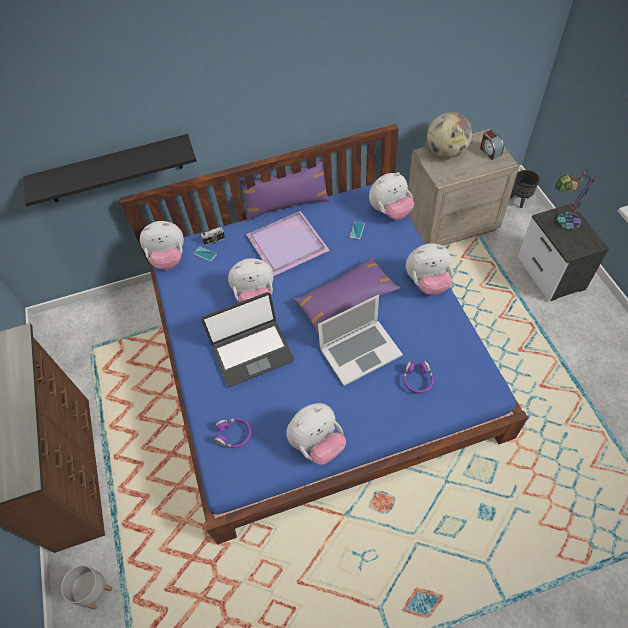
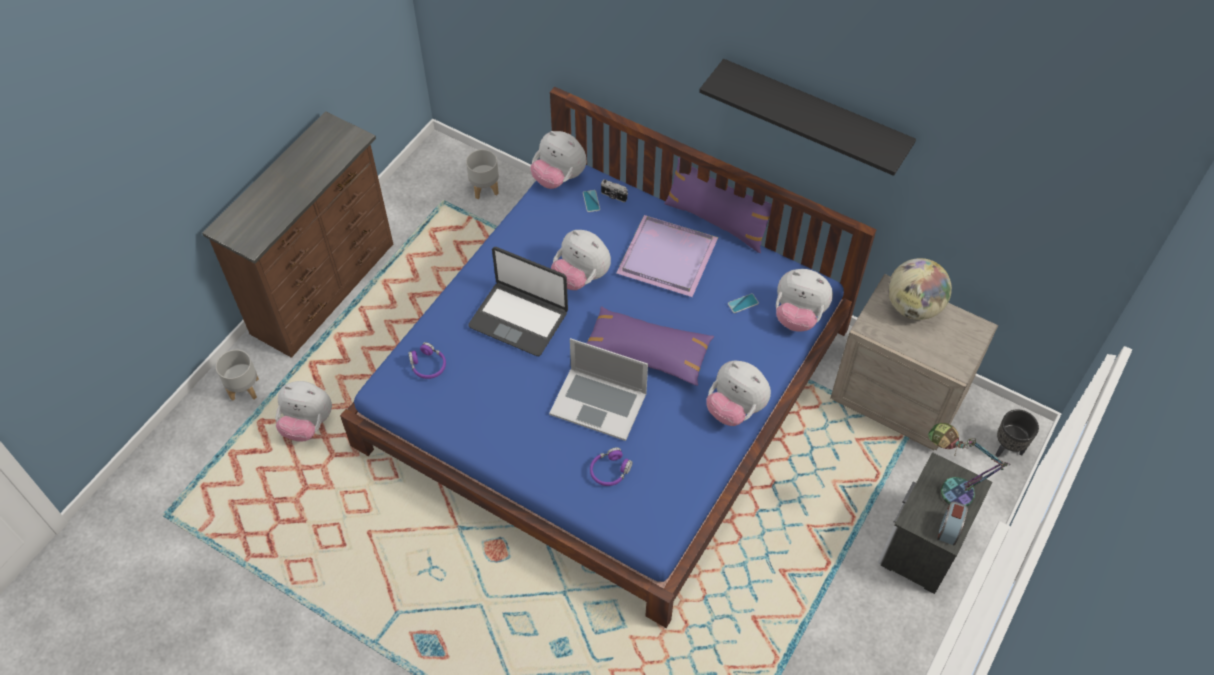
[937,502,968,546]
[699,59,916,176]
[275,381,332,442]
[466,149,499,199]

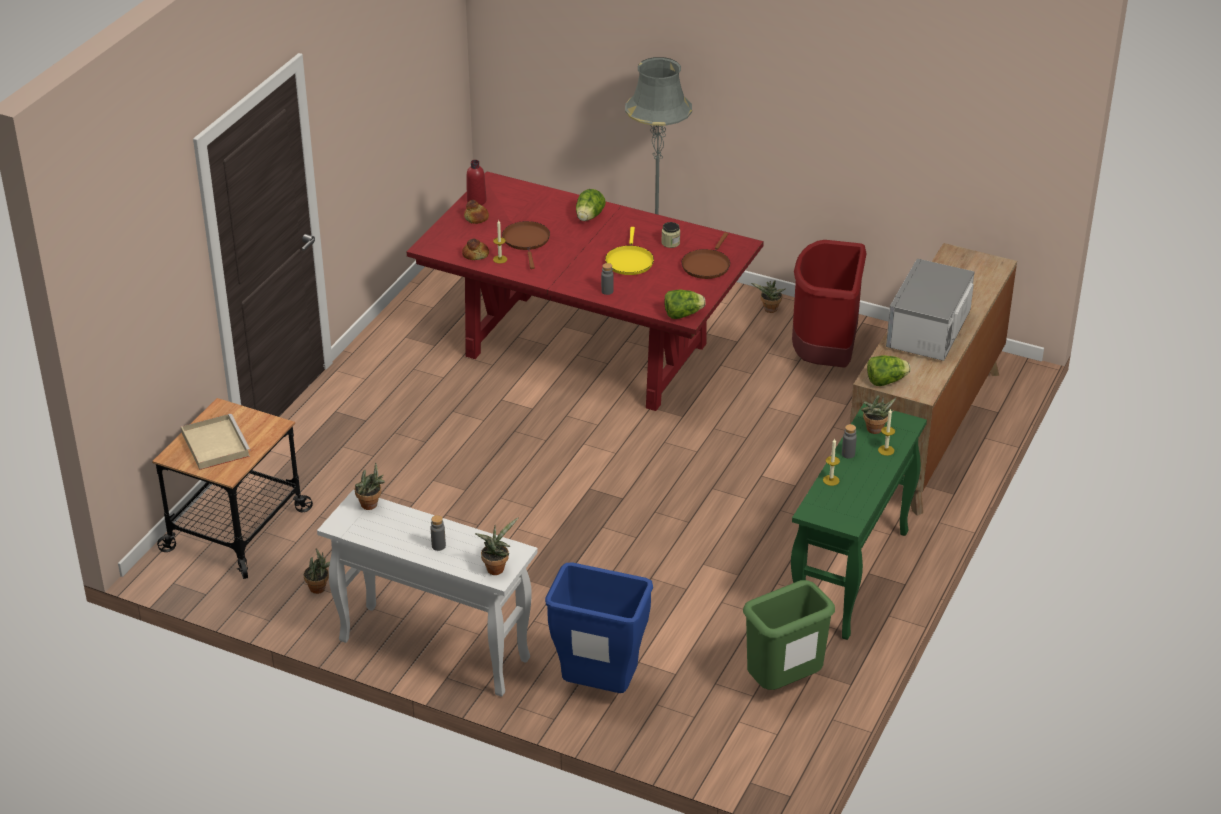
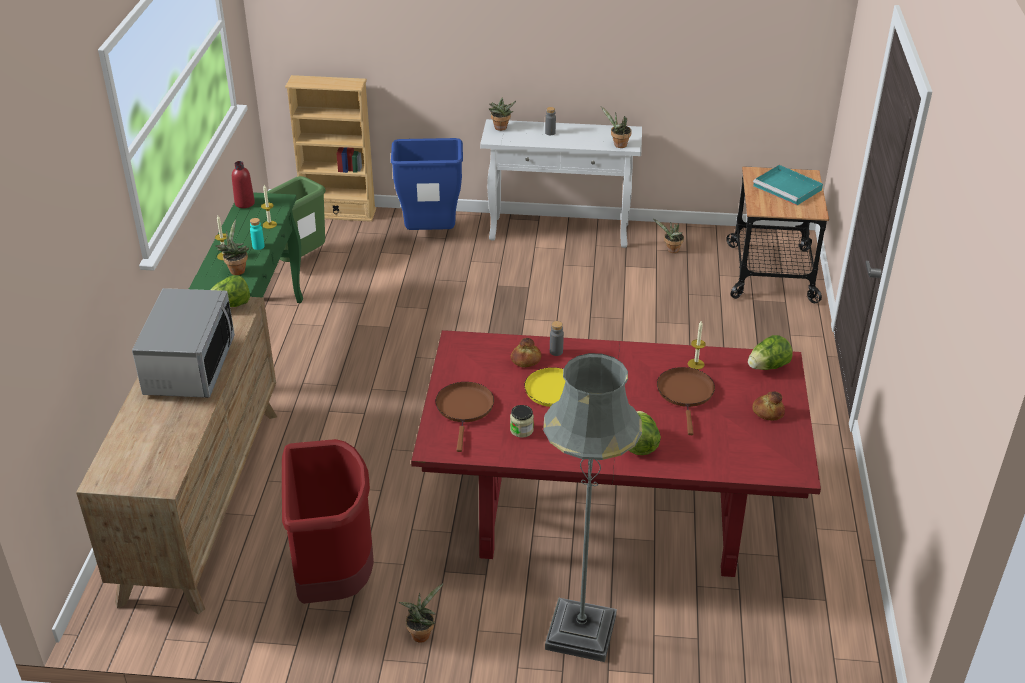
[232,161,255,208]
[657,367,715,435]
[510,338,541,368]
[748,335,793,370]
[753,165,823,206]
[250,218,265,250]
[285,75,376,222]

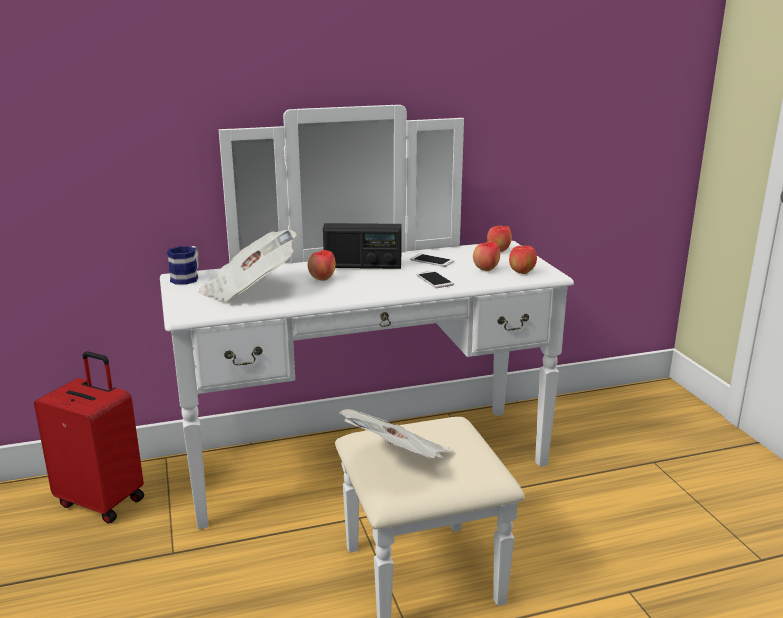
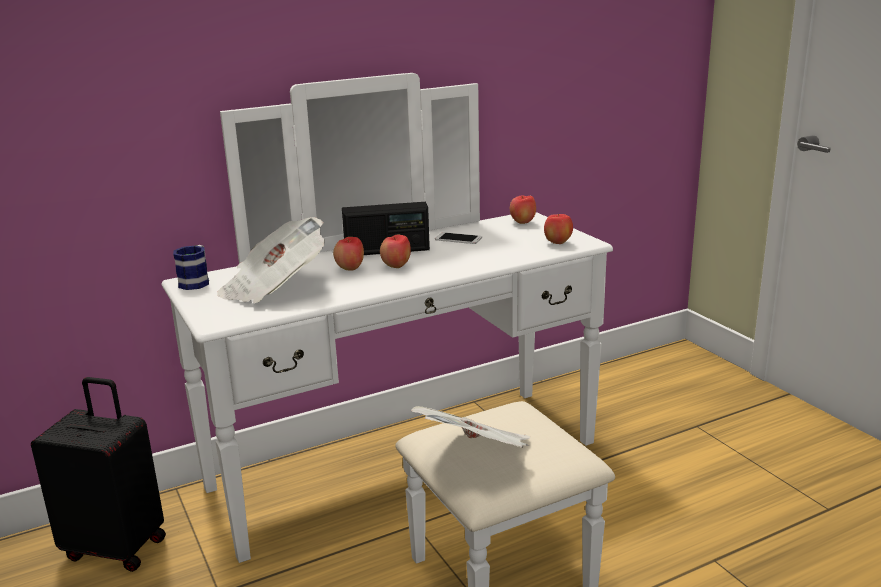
[380,234,411,268]
[416,271,454,288] (first image)
[31,377,166,572]

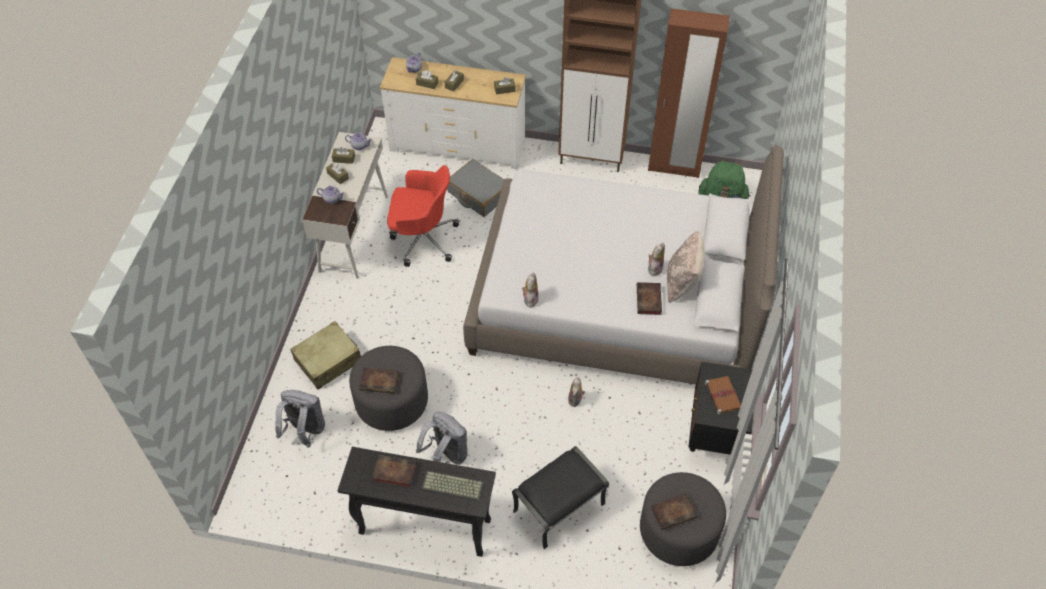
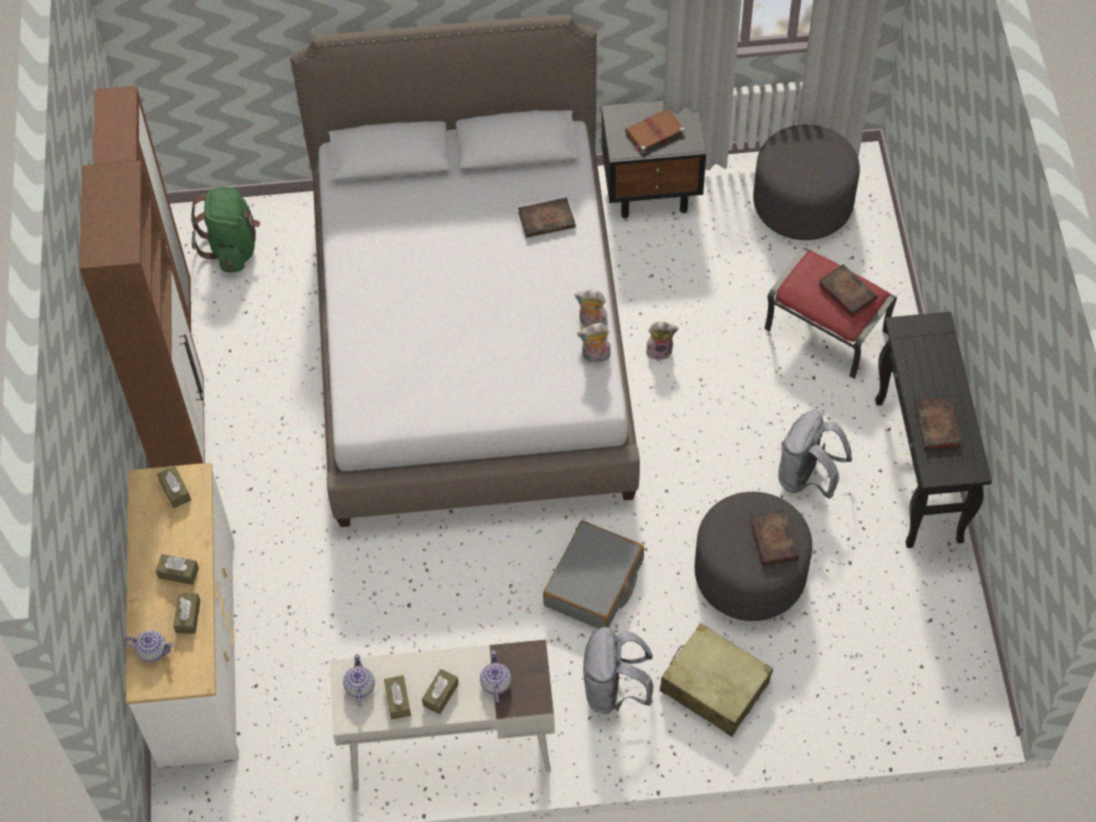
[543,521,644,629]
[387,165,459,267] (first image)
[667,230,704,303] (first image)
[575,290,608,327]
[583,627,653,714]
[764,248,897,379]
[422,471,484,501] (first image)
[818,264,878,317]

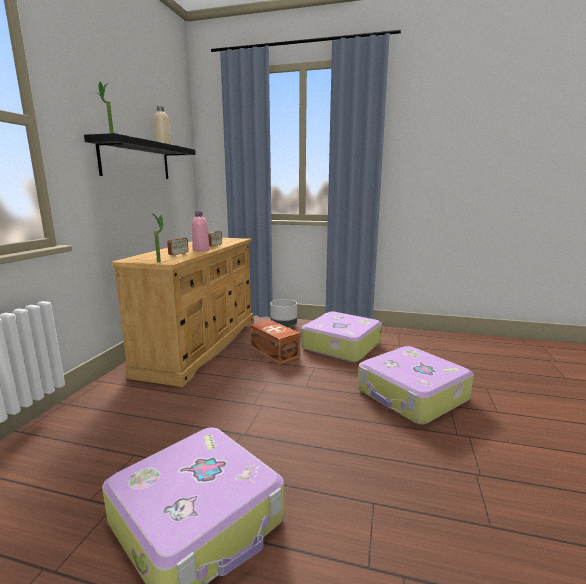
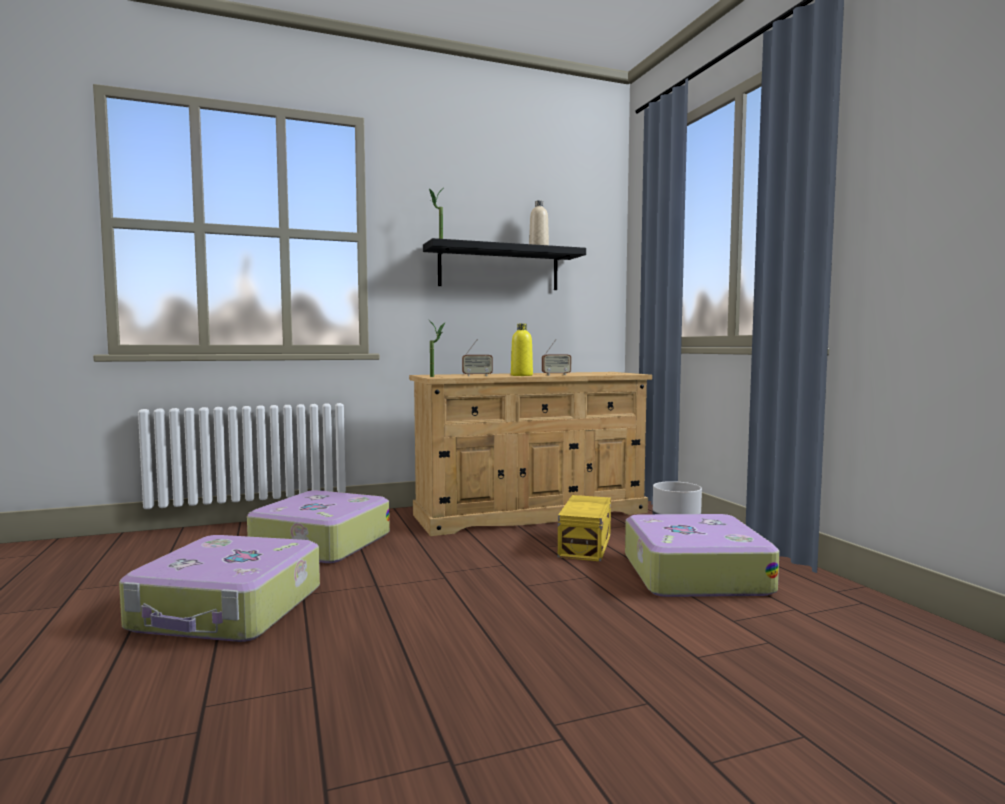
[511,324,533,376]
[558,495,611,562]
[247,490,390,563]

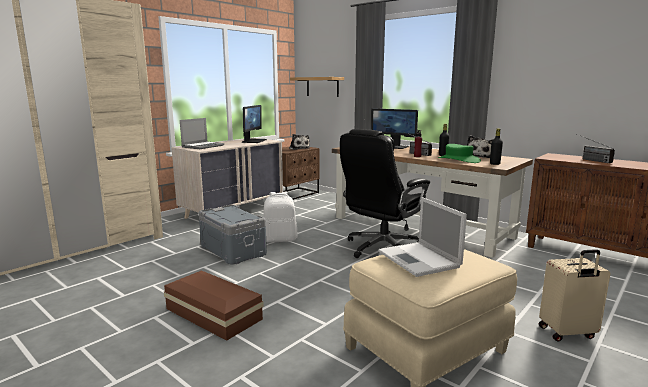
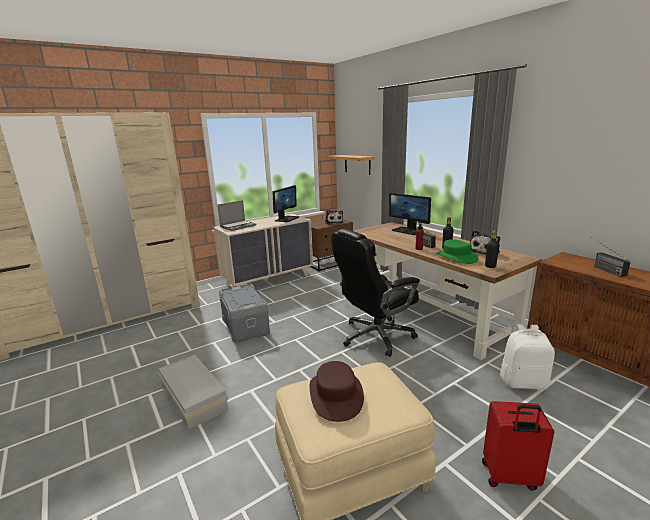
[500,324,555,390]
[309,361,364,422]
[482,401,554,491]
[158,355,229,430]

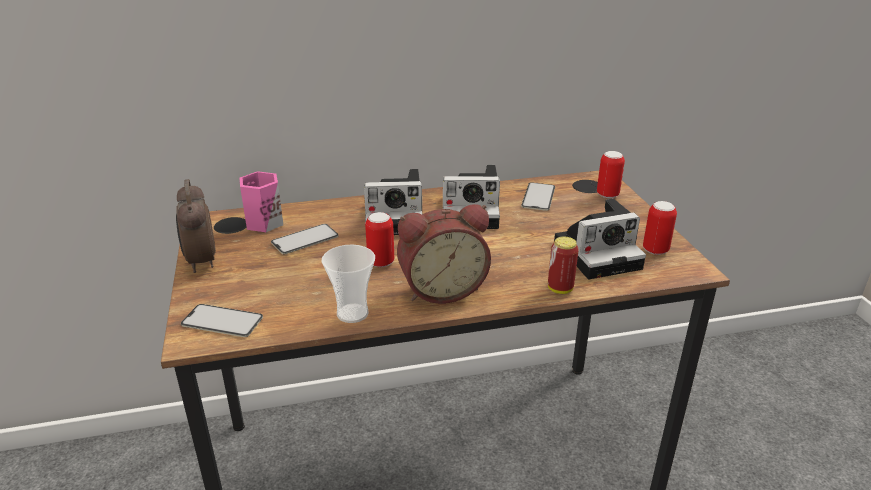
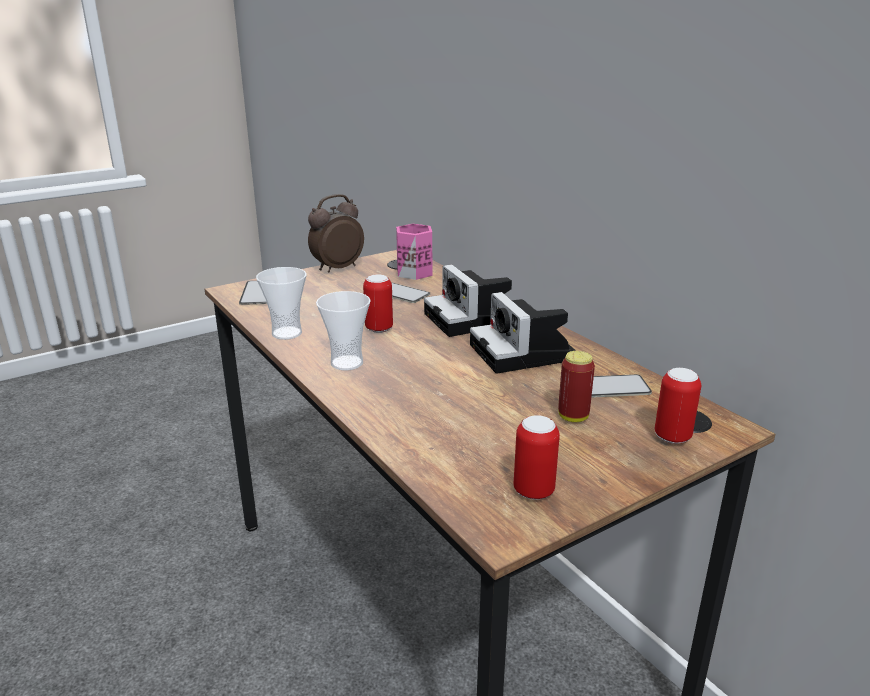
[554,199,646,279] (first image)
[316,291,371,370]
[558,351,595,422]

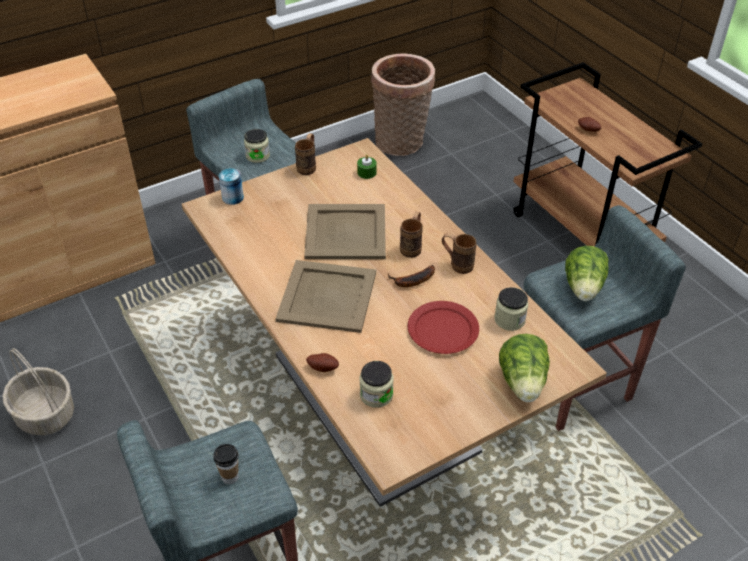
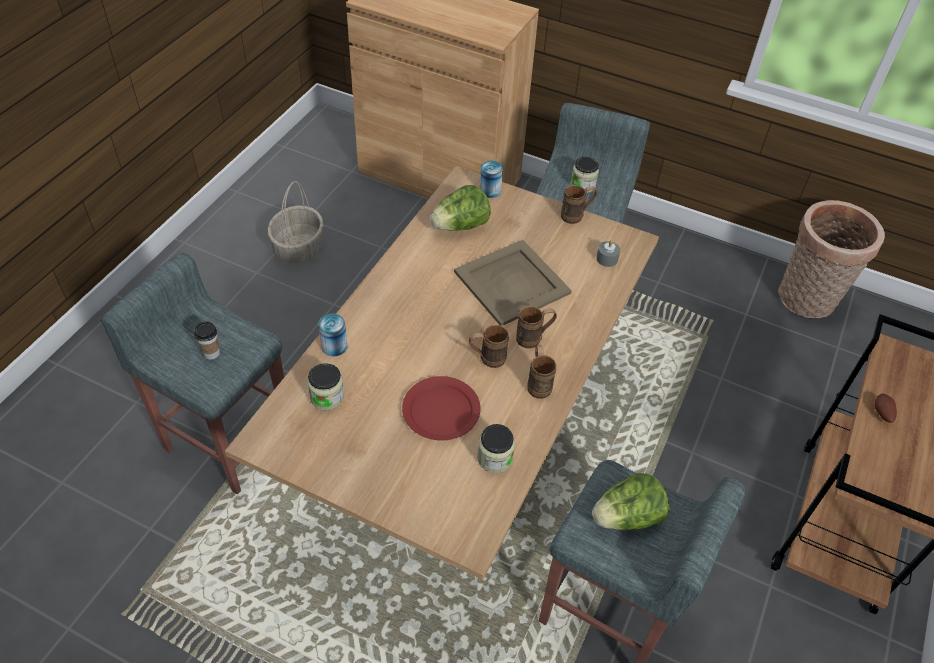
[596,240,620,267]
[276,260,376,333] (first image)
[469,325,509,368]
[430,185,491,231]
[318,314,348,356]

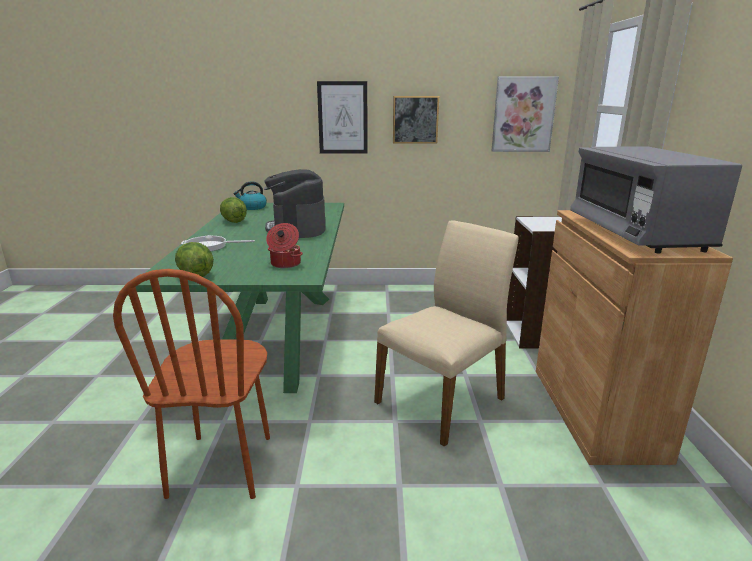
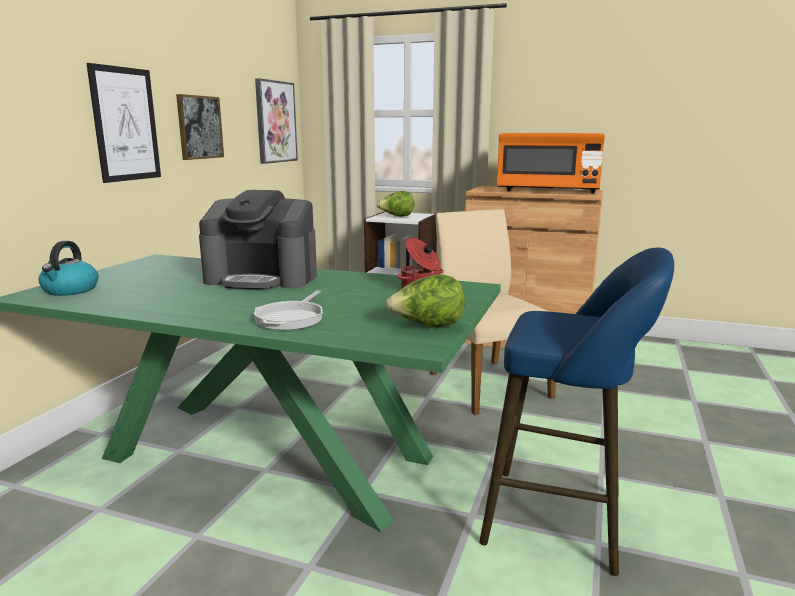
[497,133,605,194]
[377,191,414,217]
[479,247,674,576]

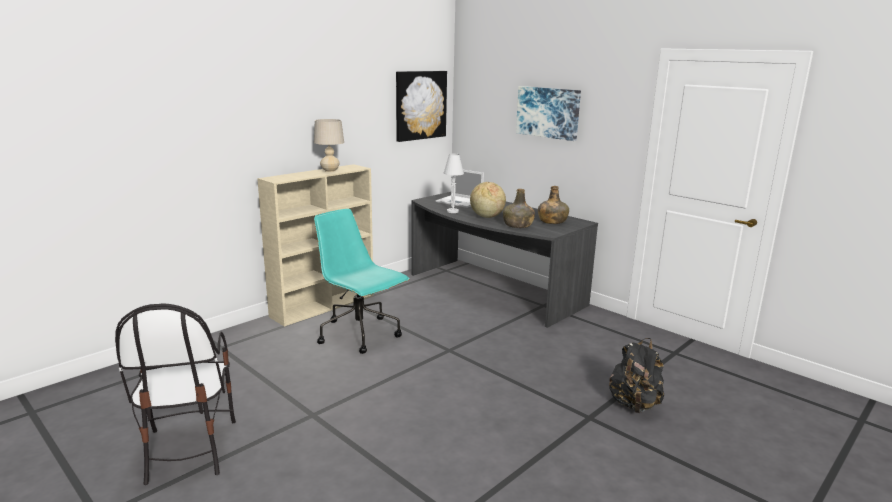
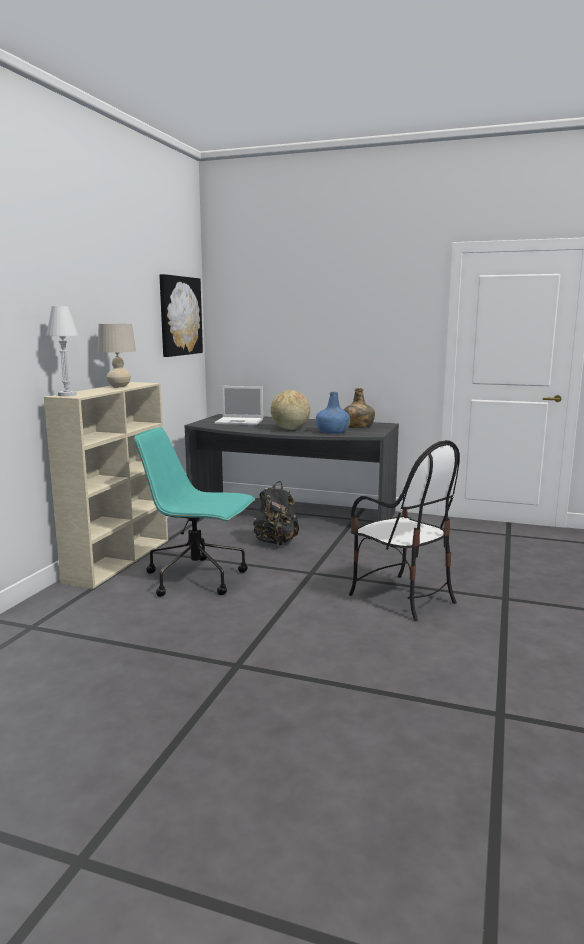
[516,86,581,141] (first image)
[46,306,79,396]
[316,392,350,434]
[349,440,460,621]
[252,481,299,546]

